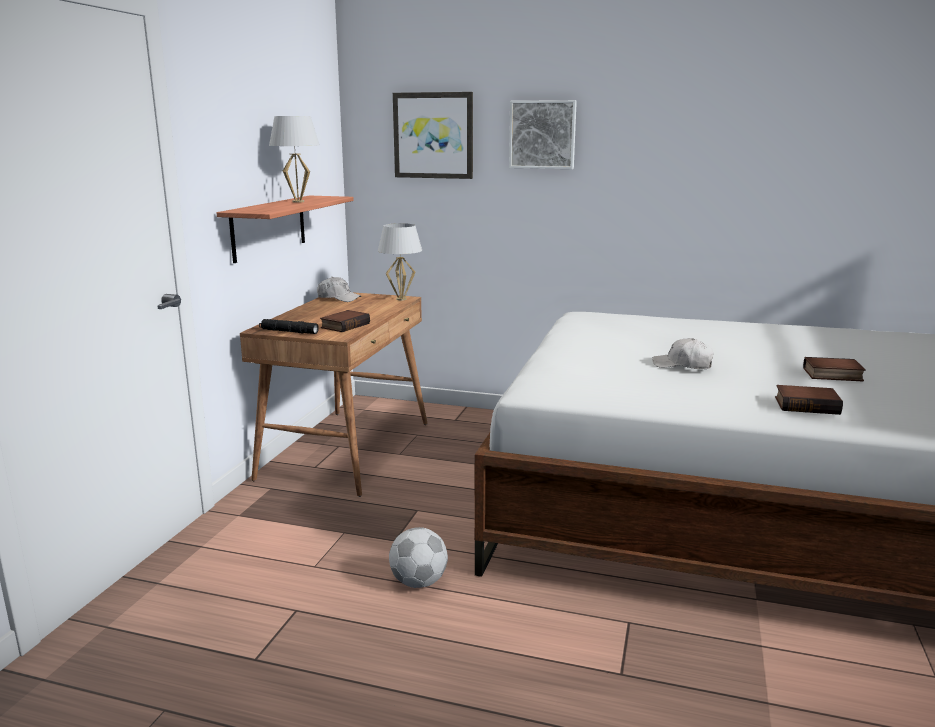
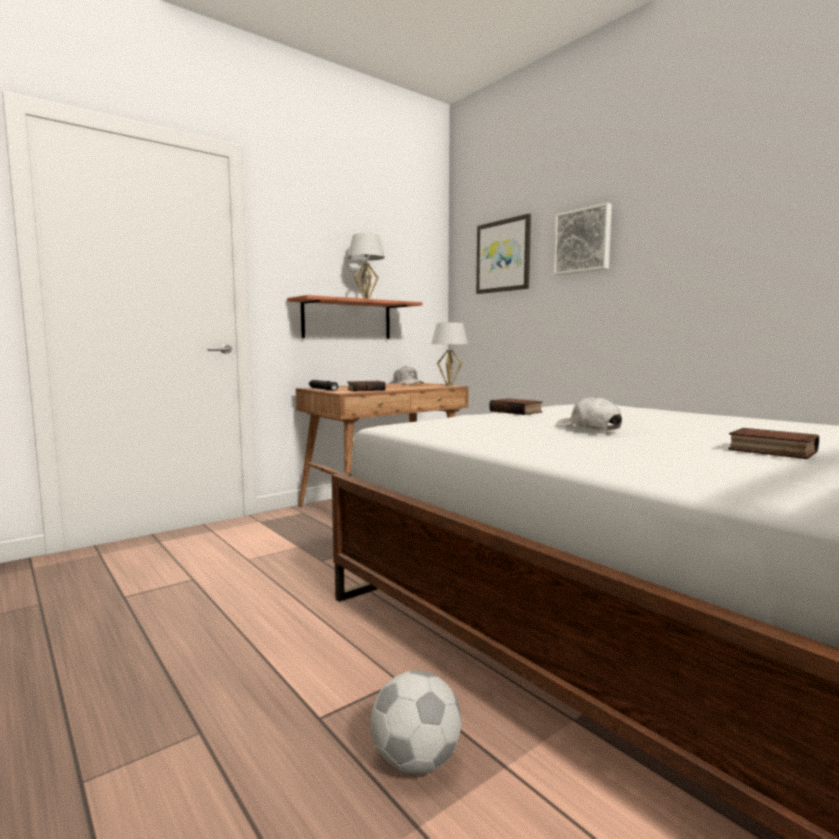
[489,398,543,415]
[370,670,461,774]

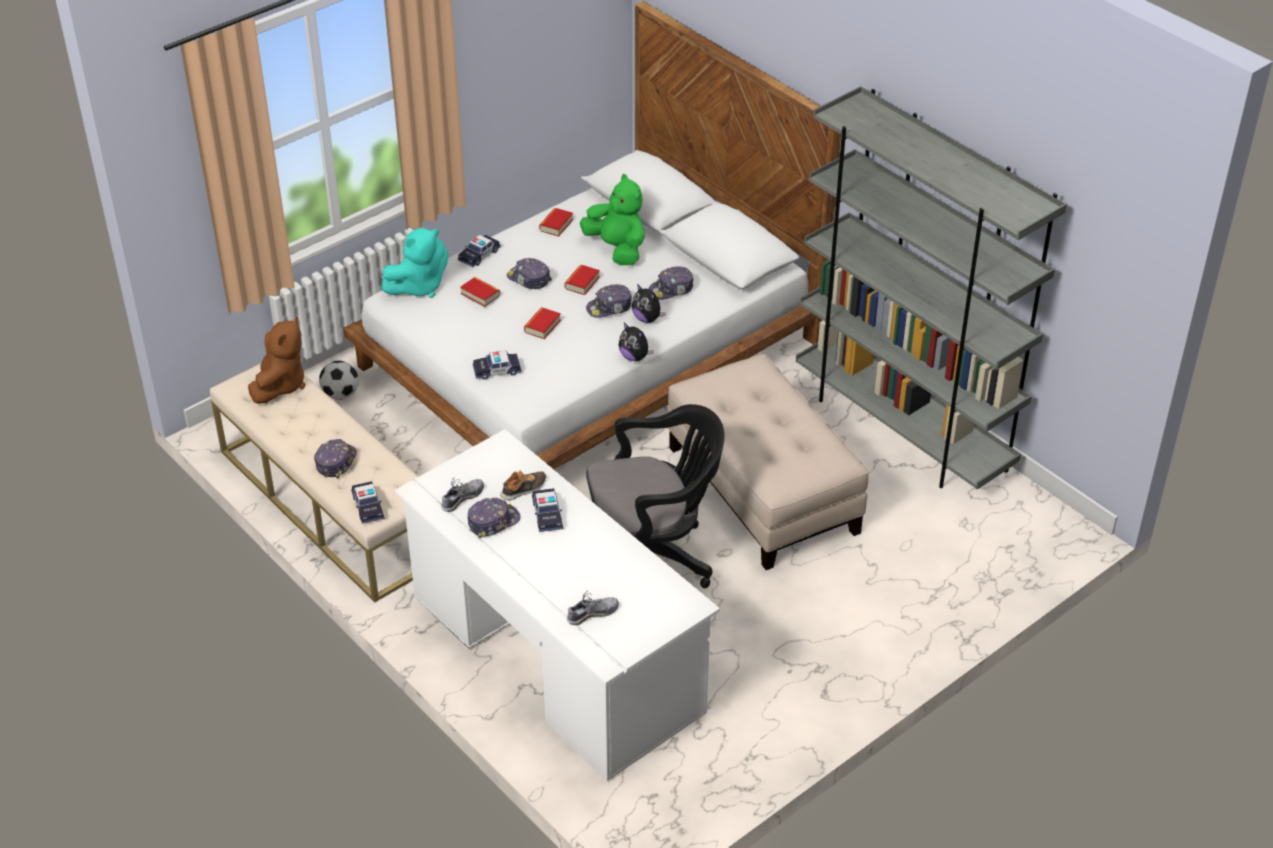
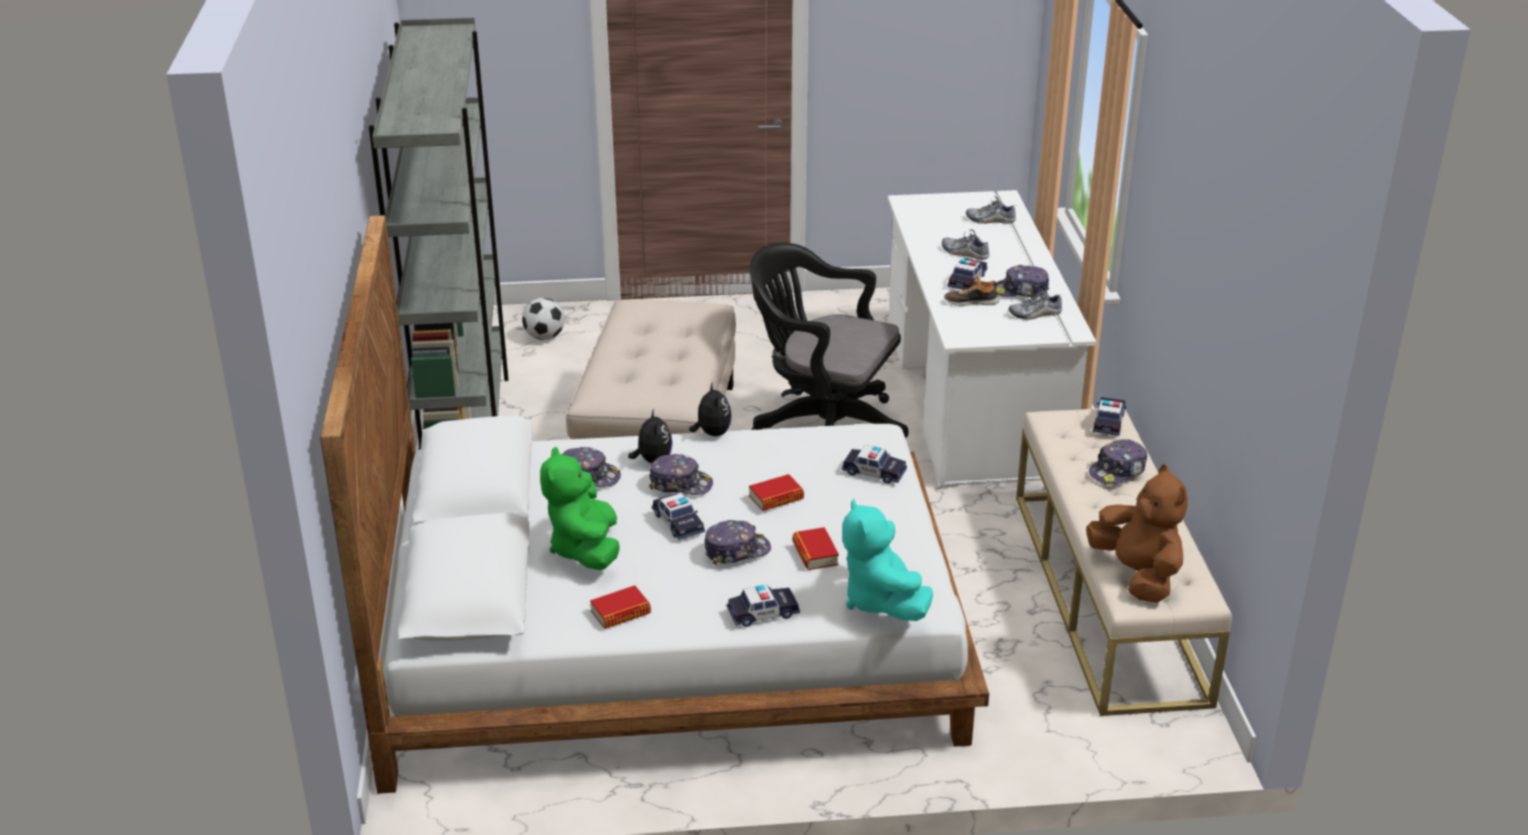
[842,498,933,621]
[704,520,771,565]
[652,493,705,540]
[1086,464,1188,603]
[522,298,565,340]
[942,229,989,260]

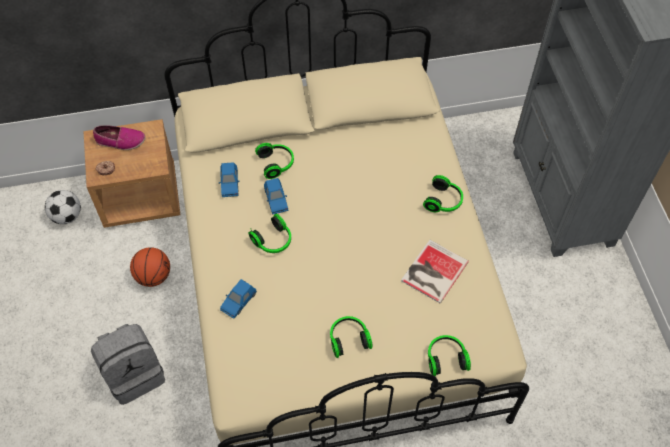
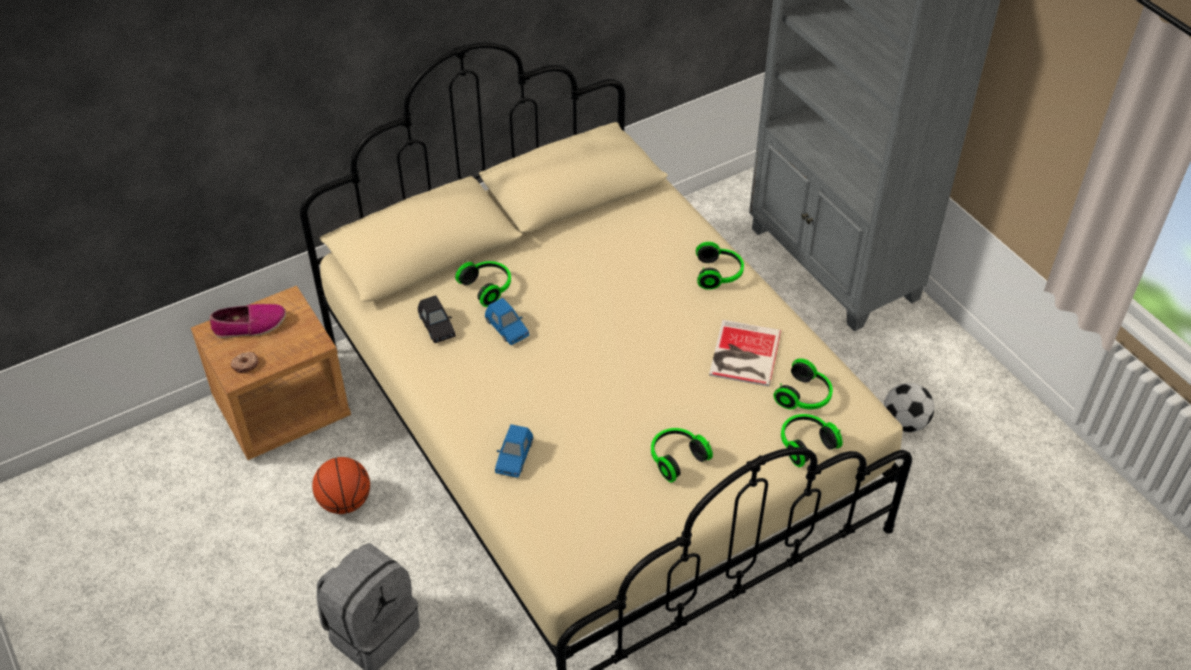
[418,295,456,343]
[884,383,934,432]
[773,358,833,409]

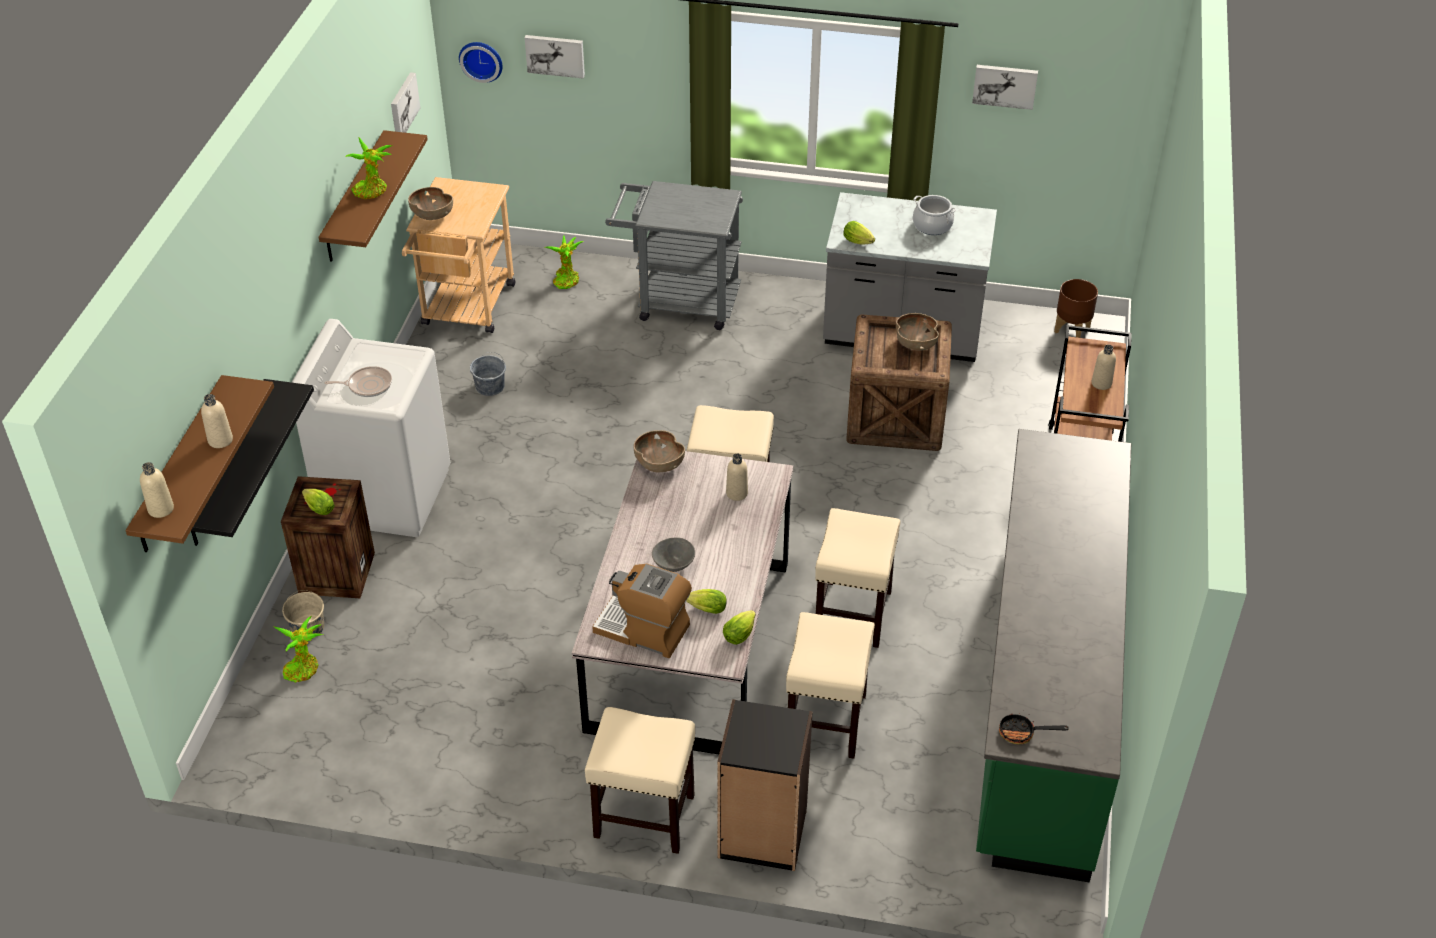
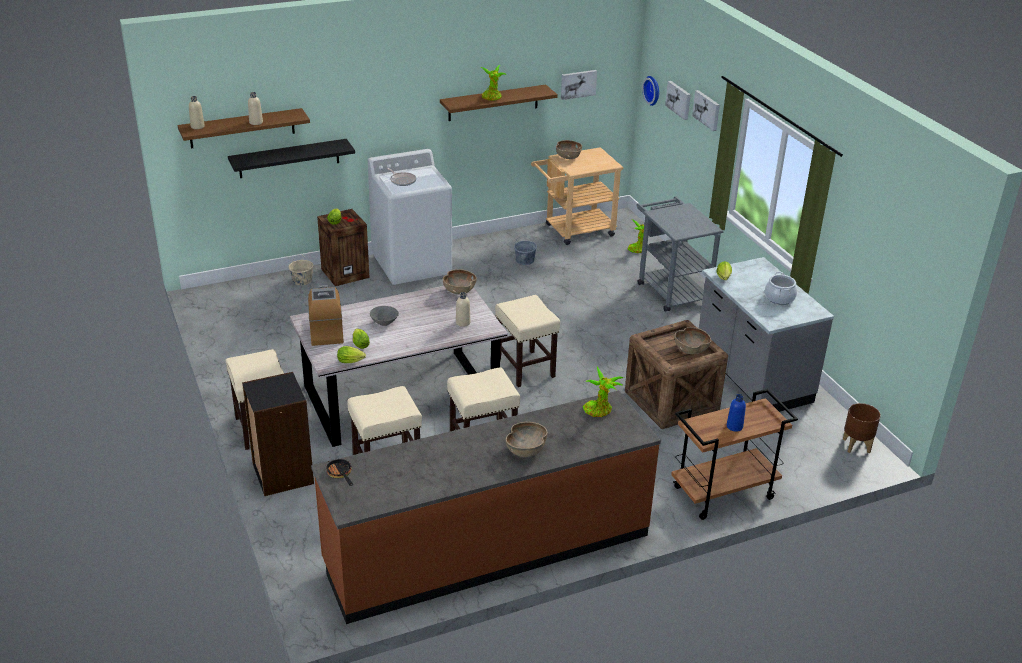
[692,90,720,131]
[727,394,746,432]
[311,390,661,624]
[583,366,624,417]
[506,422,548,457]

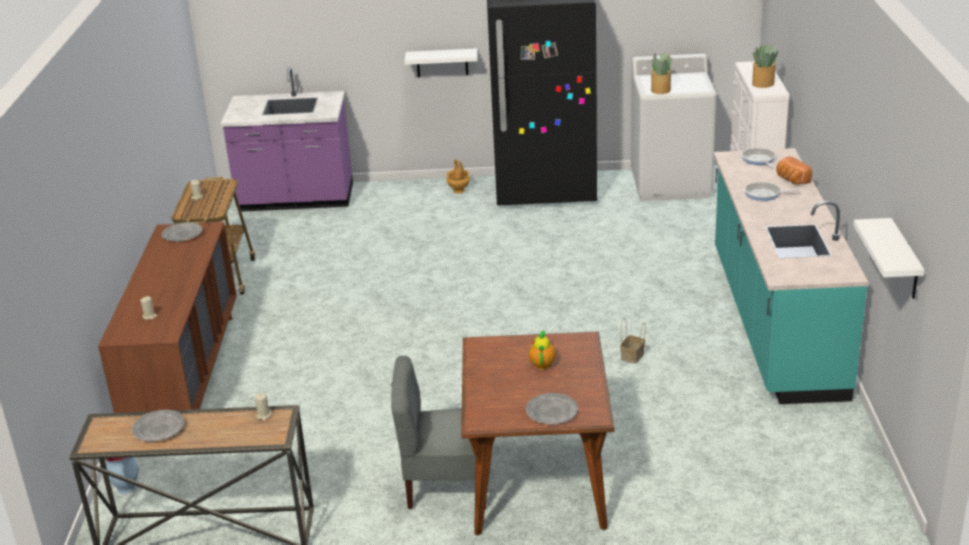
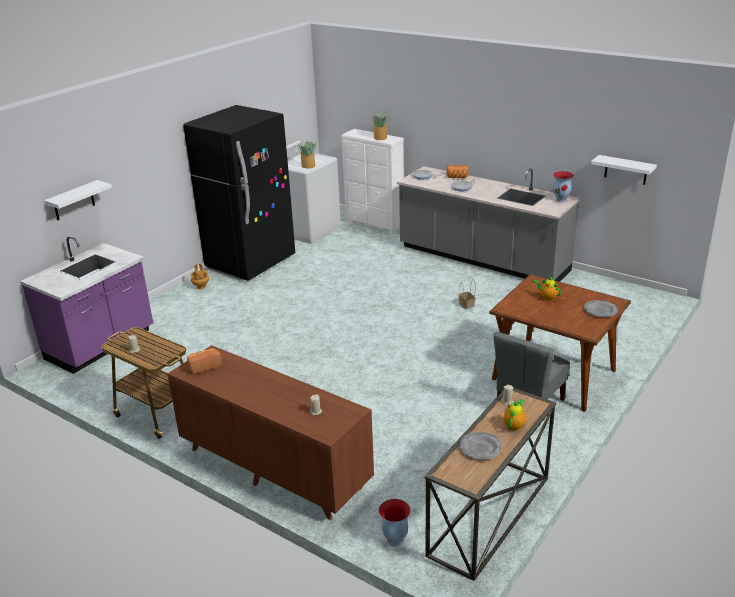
[44,180,112,220]
[397,166,580,282]
[187,348,222,374]
[553,171,574,202]
[504,399,526,431]

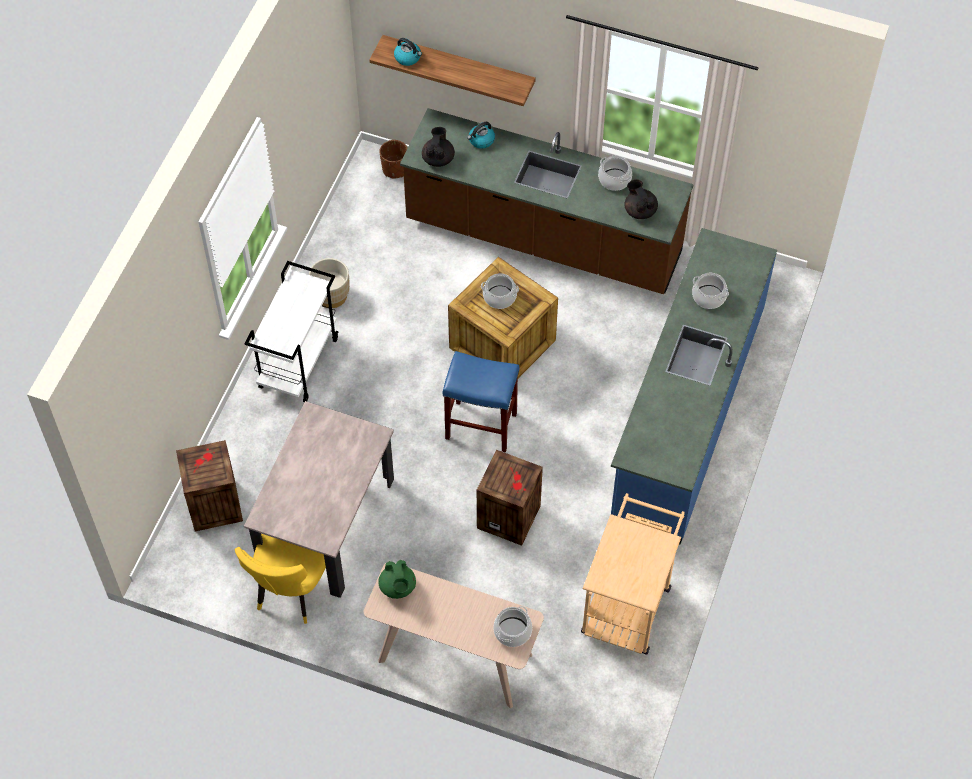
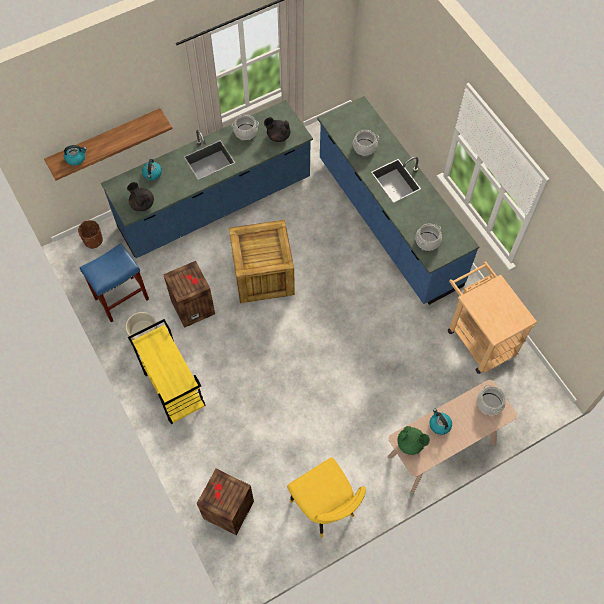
[101,100,313,258]
[128,319,206,424]
[415,224,442,251]
[80,243,149,322]
[244,401,394,598] (first image)
[163,261,215,328]
[429,409,452,435]

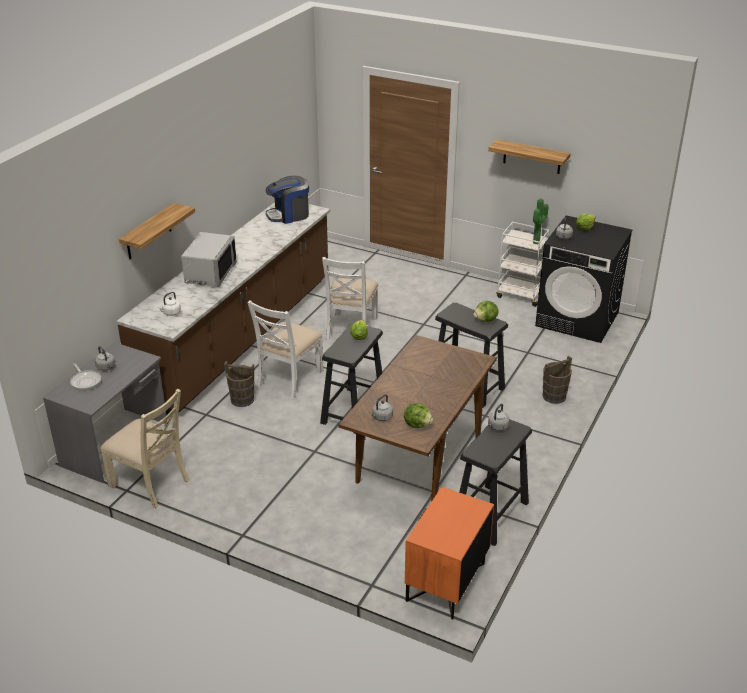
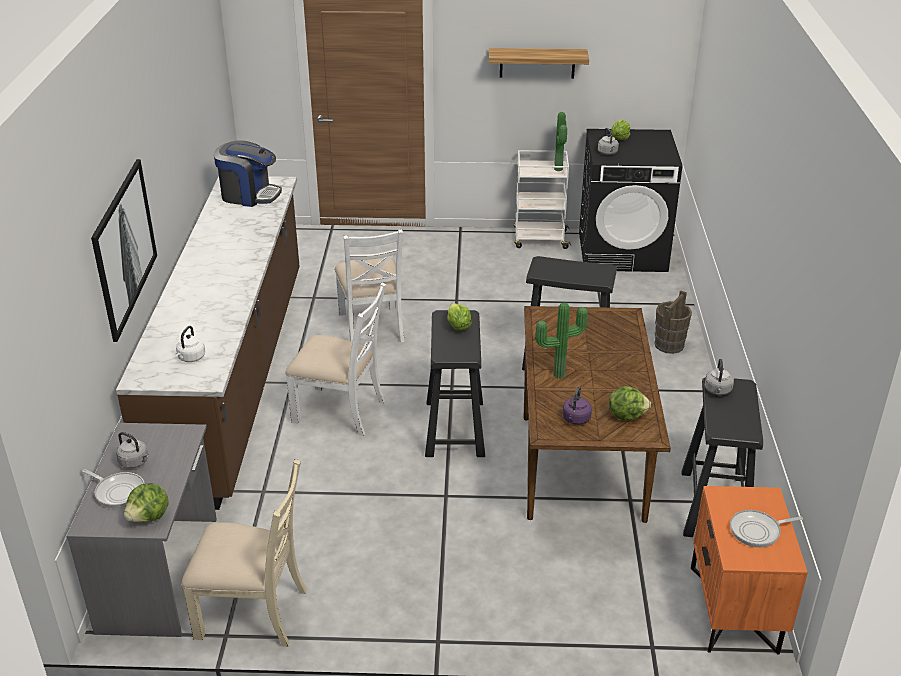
[214,141,282,207]
[91,159,157,342]
[181,232,237,287] (first image)
[285,282,386,436]
[124,483,168,522]
[224,361,255,407] (first image)
[562,387,592,425]
[535,303,588,379]
[730,510,803,548]

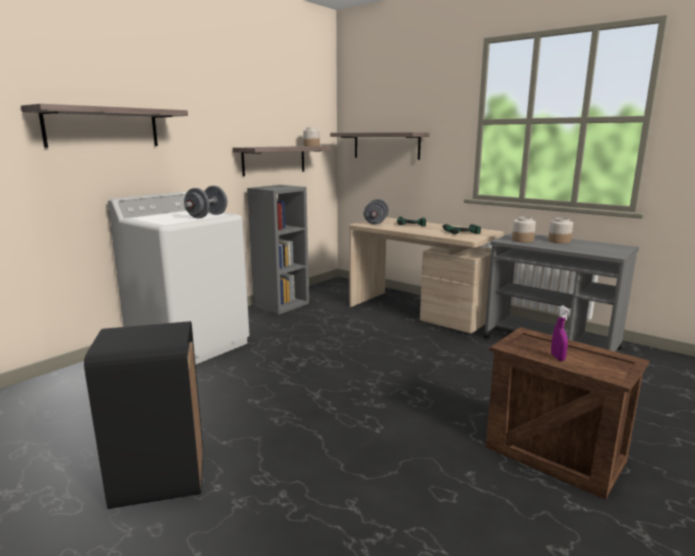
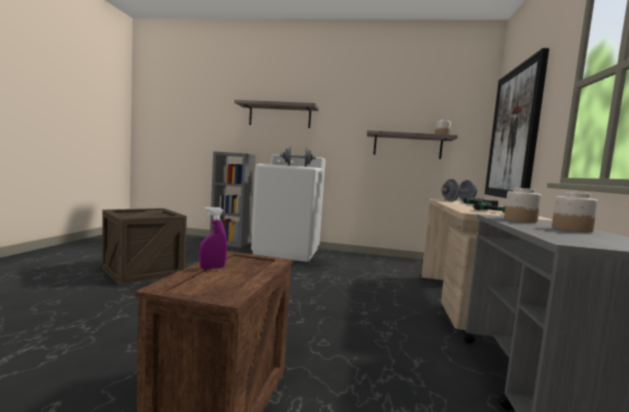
[485,48,549,198]
[210,151,255,248]
[102,208,187,285]

